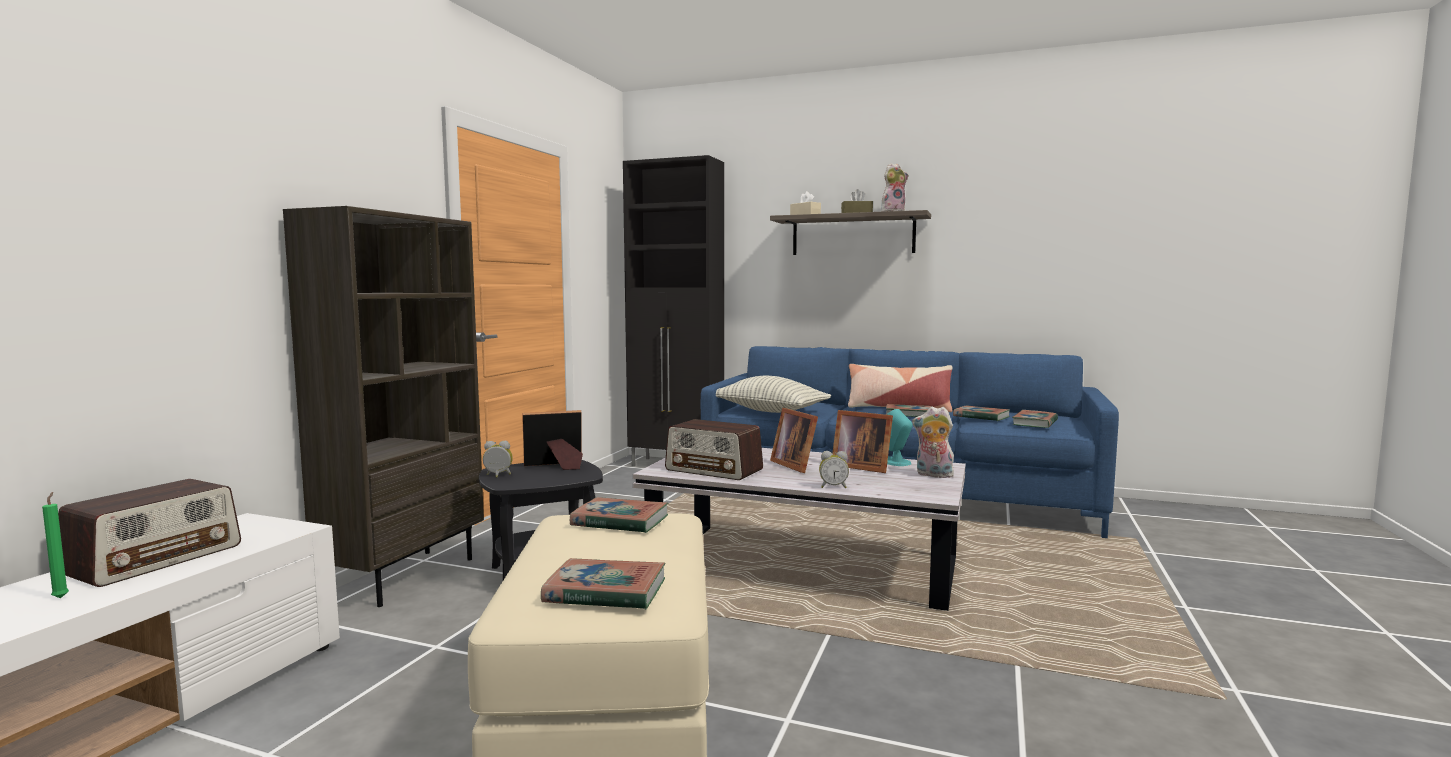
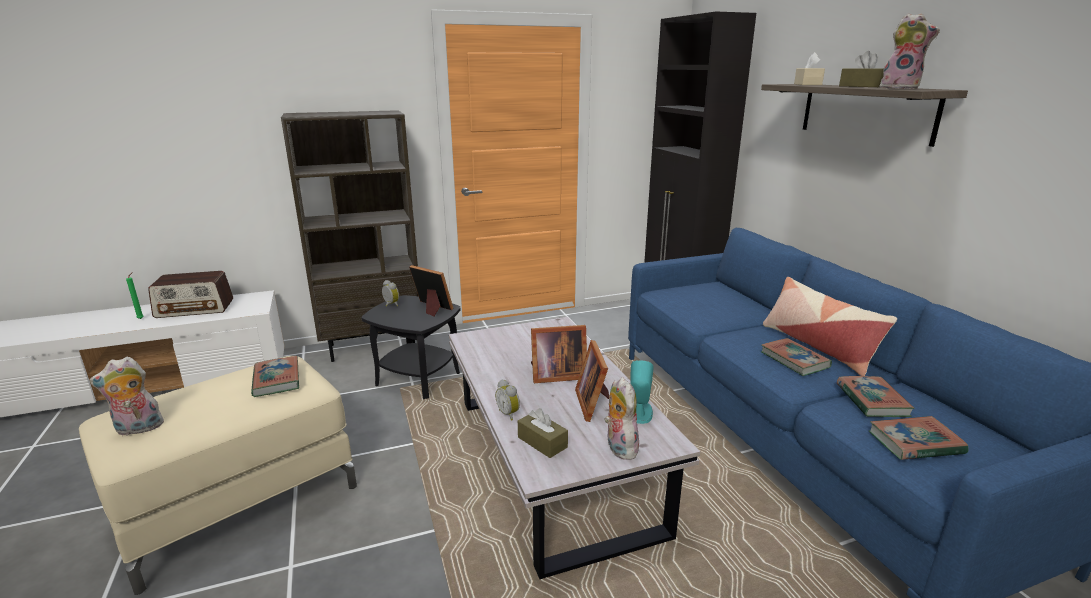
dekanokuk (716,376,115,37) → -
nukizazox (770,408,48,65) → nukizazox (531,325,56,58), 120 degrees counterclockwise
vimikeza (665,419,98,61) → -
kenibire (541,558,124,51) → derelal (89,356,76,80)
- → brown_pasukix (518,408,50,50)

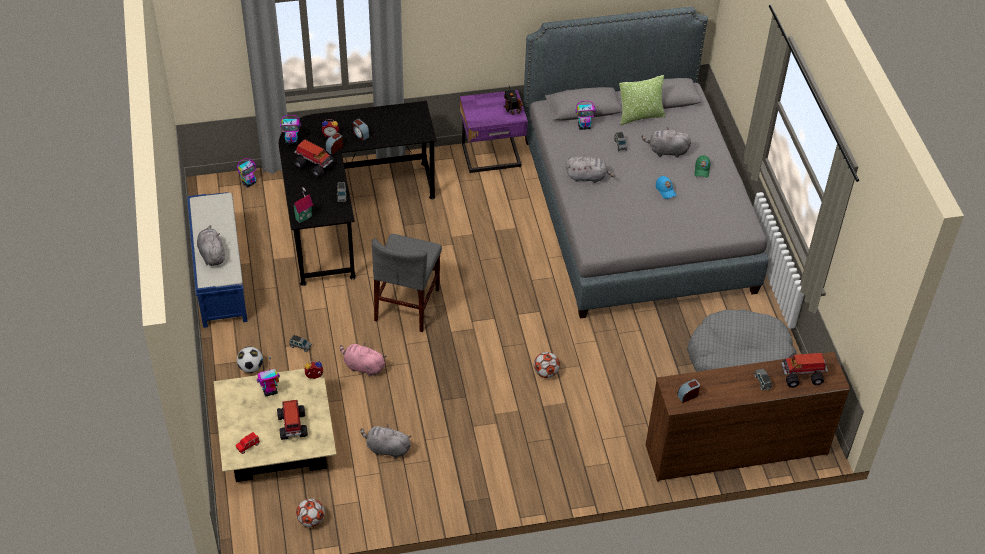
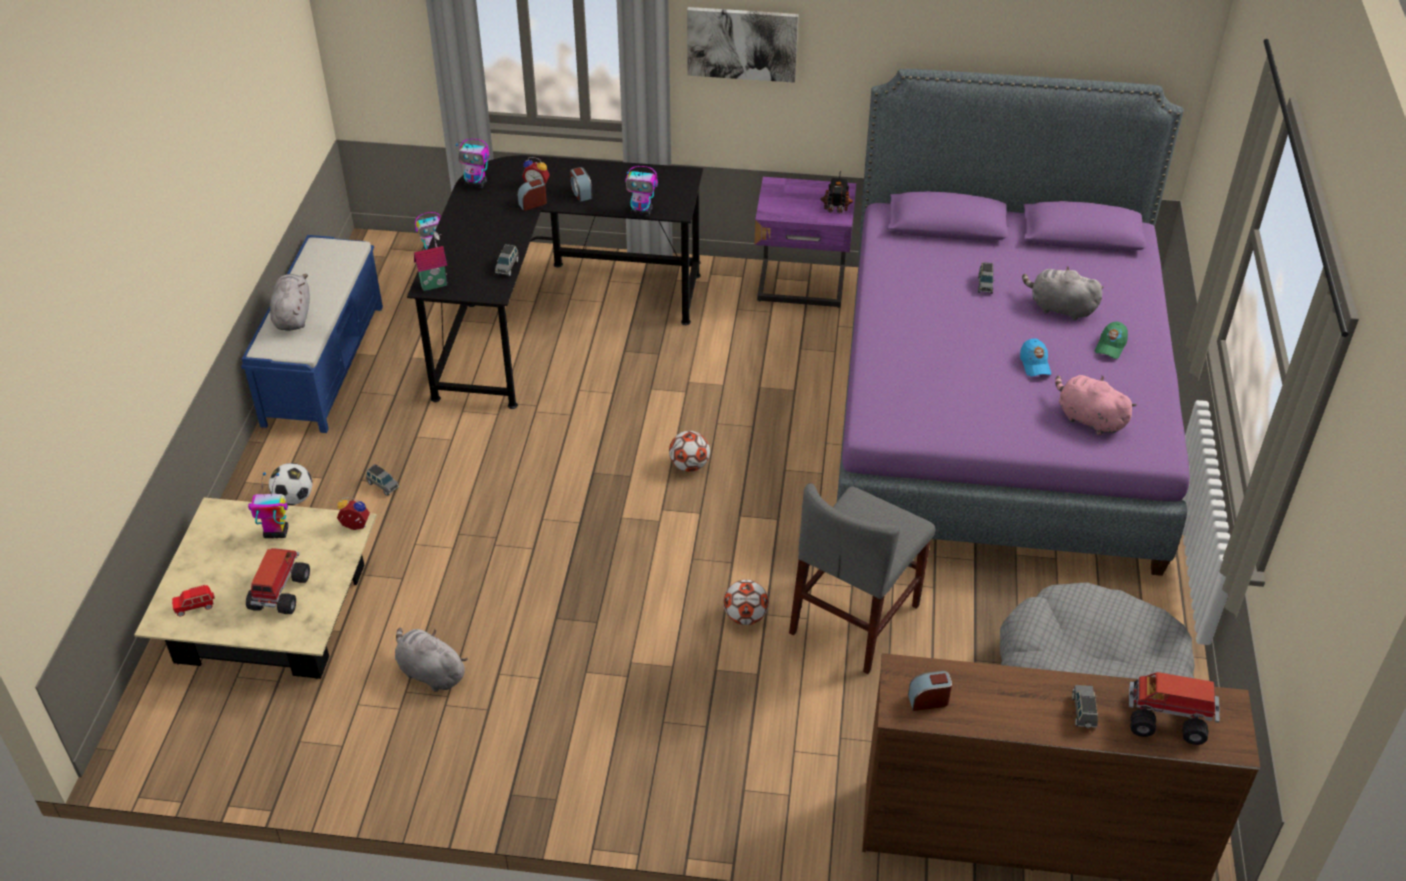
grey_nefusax (523,7,245,312) → purple_nefusax (837,69,353,507)
dekanokuk (619,75,46,50) → -
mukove (576,101,20,29) → mukove (625,166,33,50), relocated
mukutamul (294,139,41,38) → -
grey_derelal (566,156,49,27) → -
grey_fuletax (372,234,70,98) → grey_fuletax (789,483,146,191), relocated
pink_derelal (340,342,46,34) → pink_derelal (1055,375,82,60), relocated
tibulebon (296,498,29,29) → tibulebon (669,431,41,41), relocated
- → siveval (687,7,112,76)

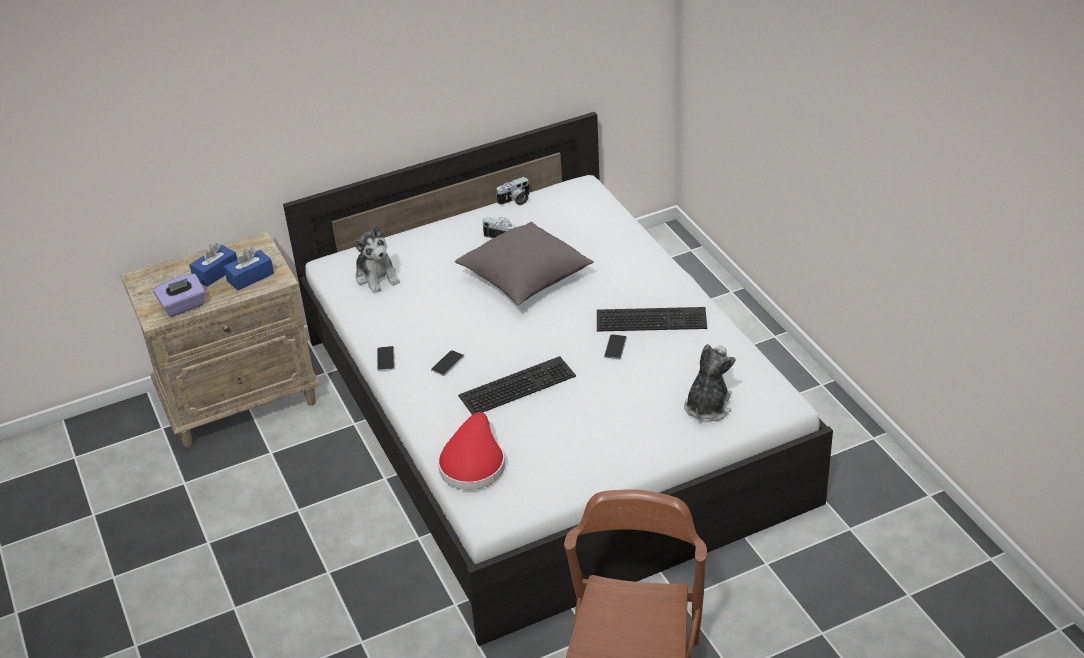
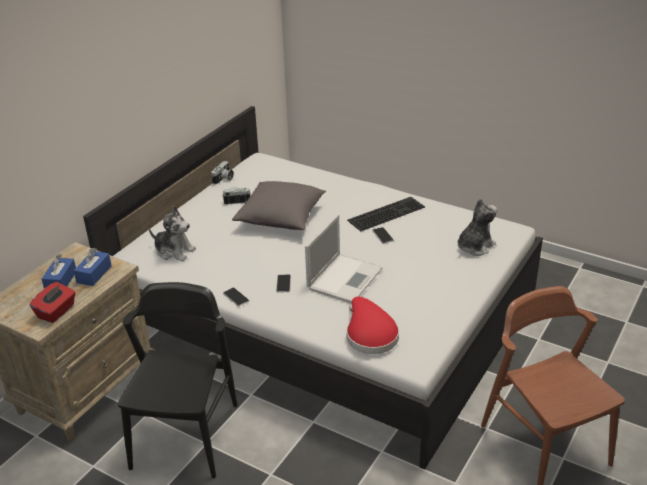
purple_pasukix (153,274,52,43) → red_pasukix (30,282,46,41)
derelal (684,344,51,77) → derelal (458,198,39,58), 60 degrees clockwise
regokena (458,356,118,59) → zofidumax (305,214,78,90)
- → black_fuletax (118,282,119,196)

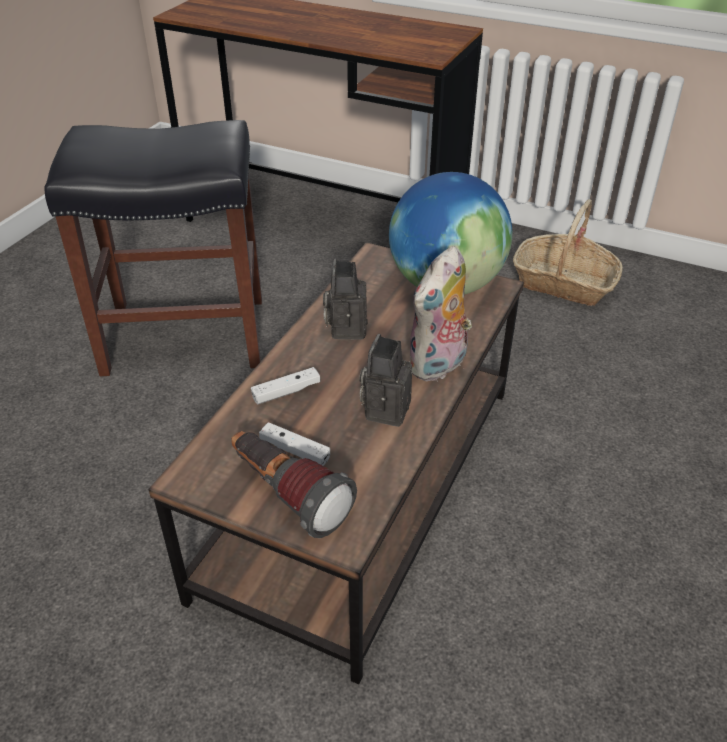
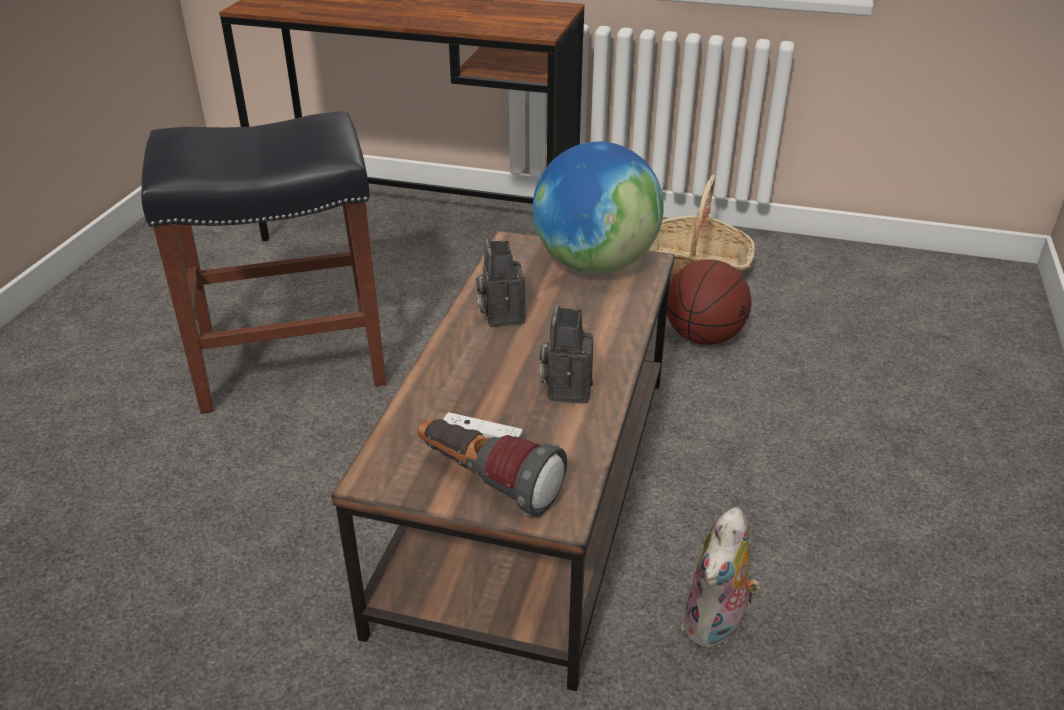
derelal (410,246,62,135) → derelal (681,507,79,143), relocated
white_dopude (251,367,69,37) → -
- → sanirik (667,259,85,86)

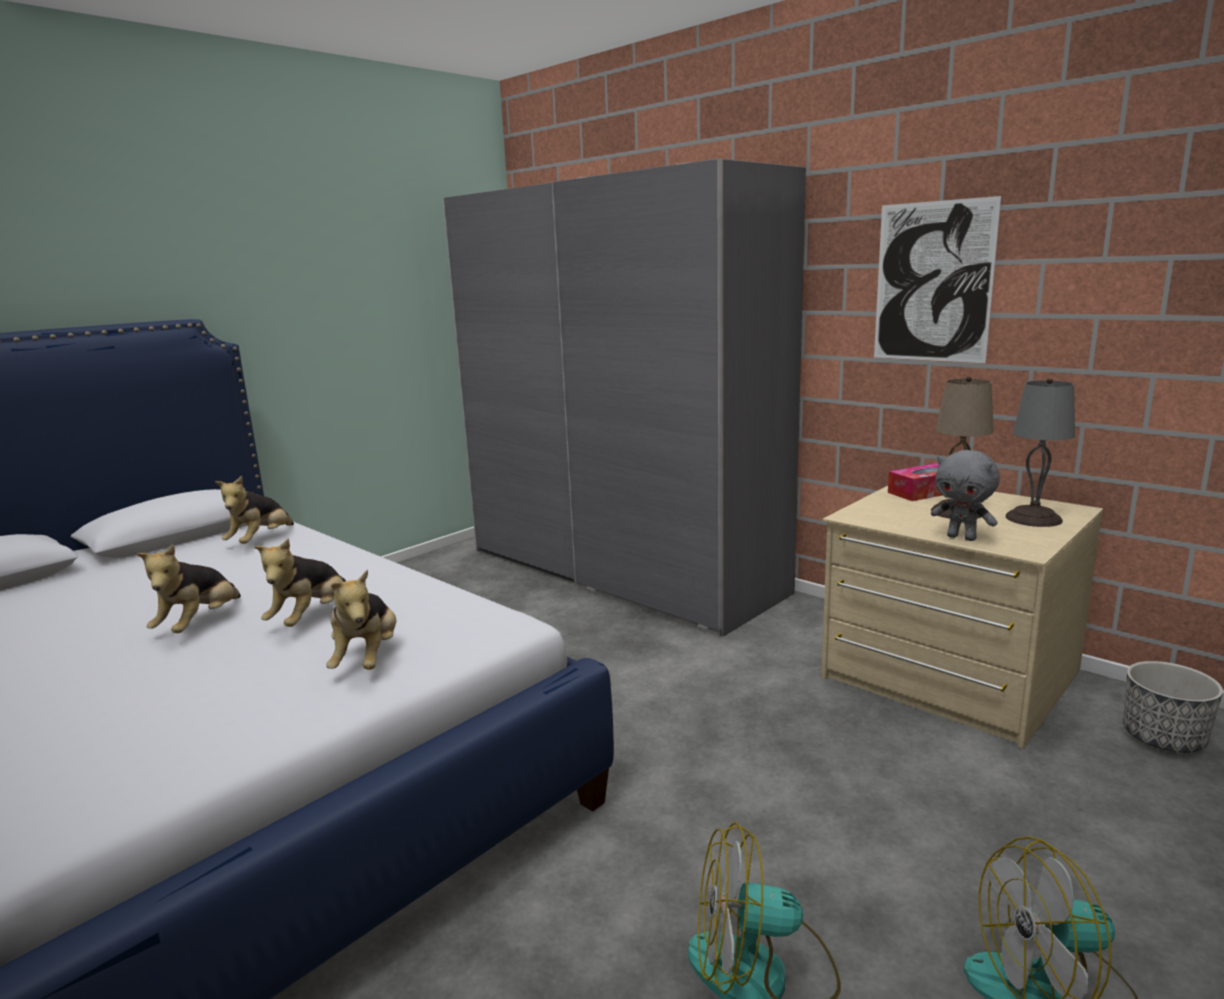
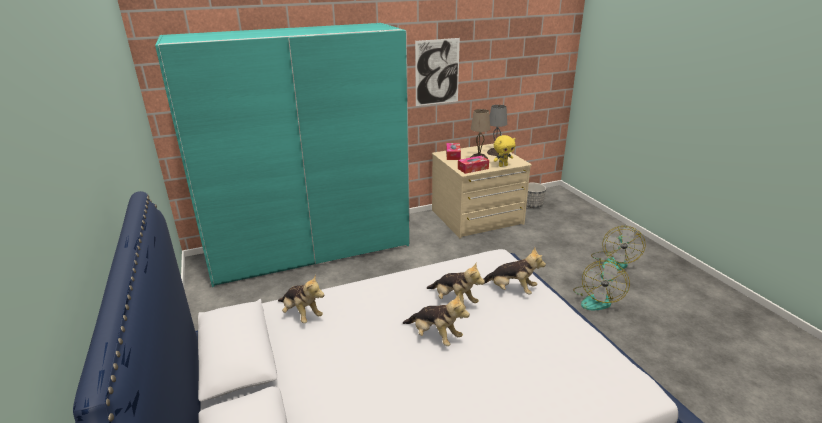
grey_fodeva (443,158,363,478) → turquoise_fodeva (155,23,255,264)
grey_derelal (931,450,69,91) → yellow_derelal (494,135,22,32)
- → pasukix (458,156,31,18)

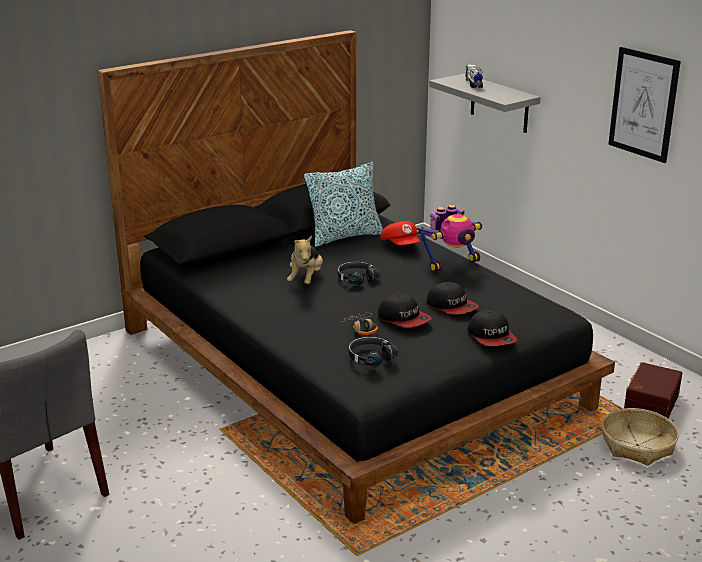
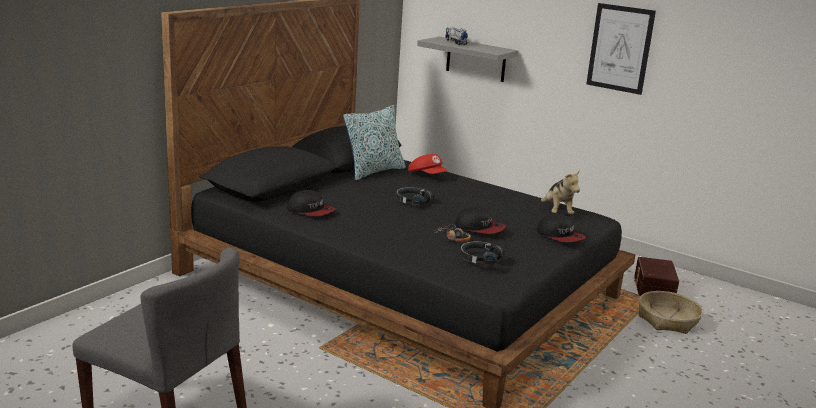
mukove (417,205,65,67) → -
derelal (287,236,36,48) → derelal (541,170,39,45), relocated
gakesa (426,282,53,33) → gakesa (287,190,49,26), relocated

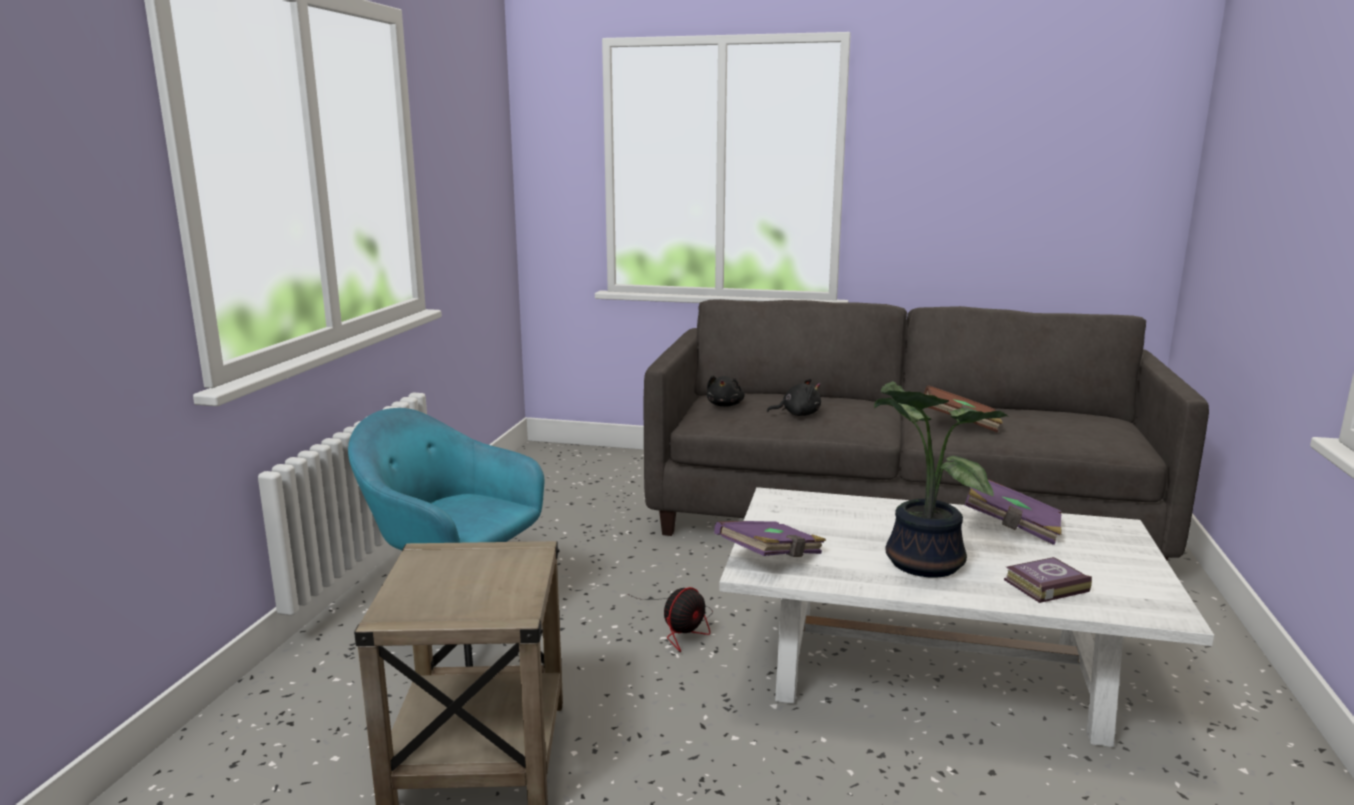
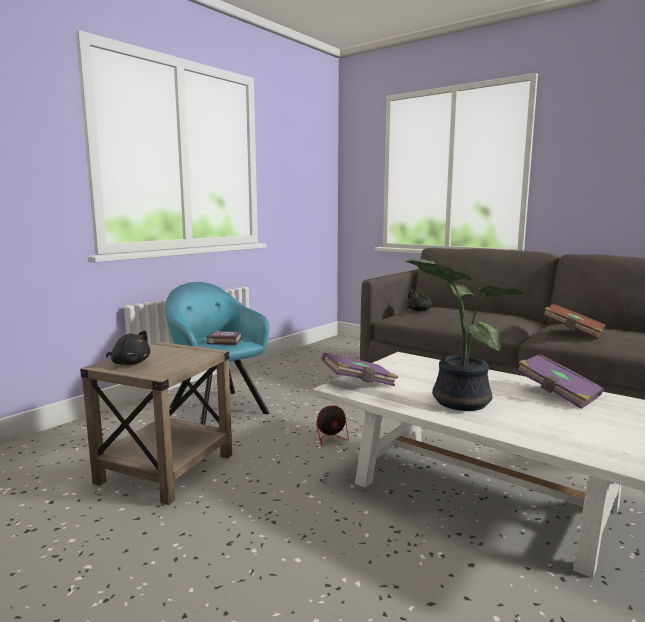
black_derelal (767,379,54,37) → black_derelal (106,331,44,34), relocated
kenibire (1004,557,88,46) → kenibire (206,331,36,14), relocated

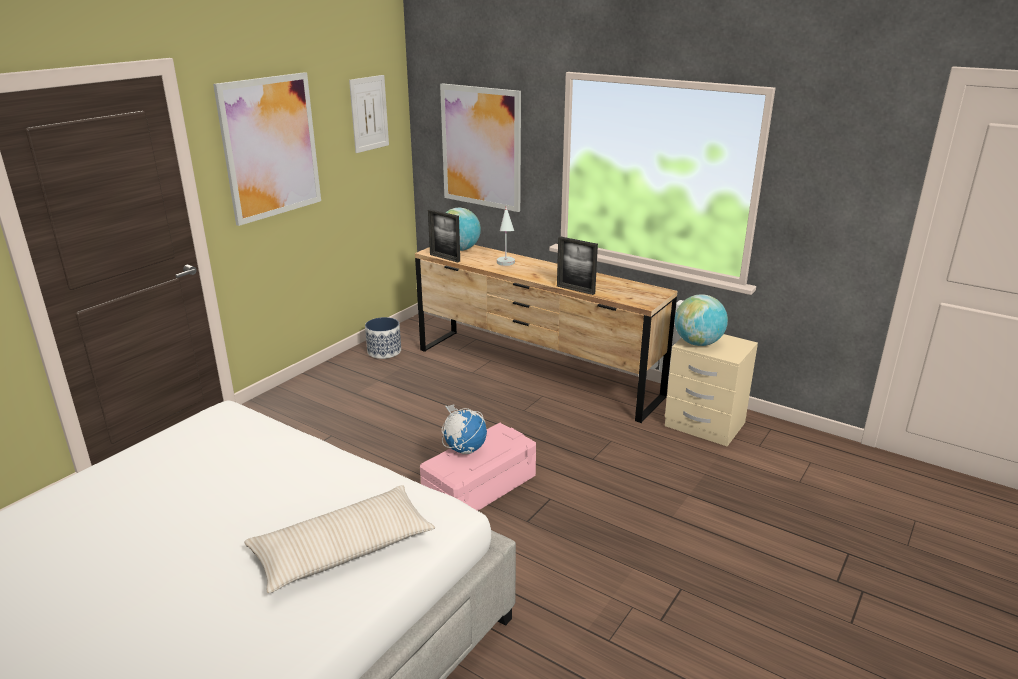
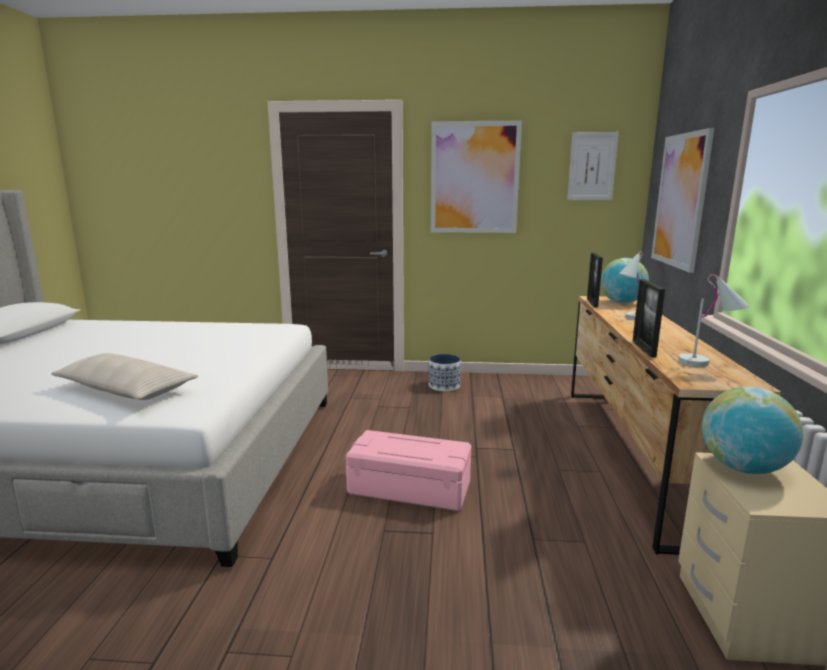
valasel (365,317,36,42) → valasel (428,354,33,37), relocated
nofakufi (442,404,45,50) → -
- → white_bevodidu (678,274,72,93)

